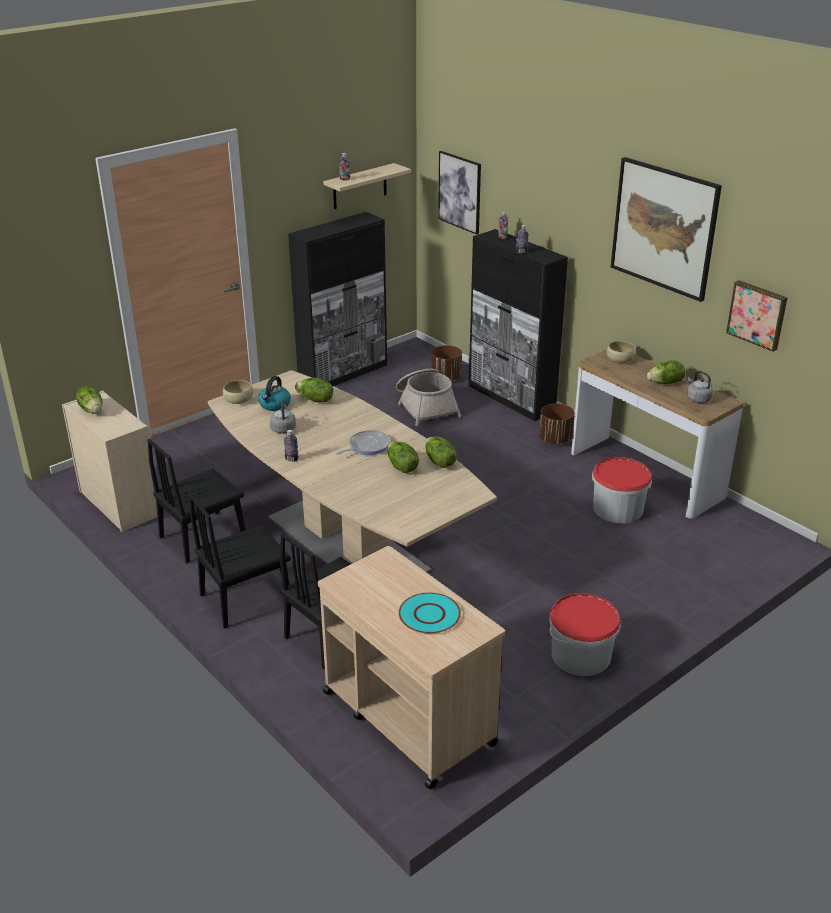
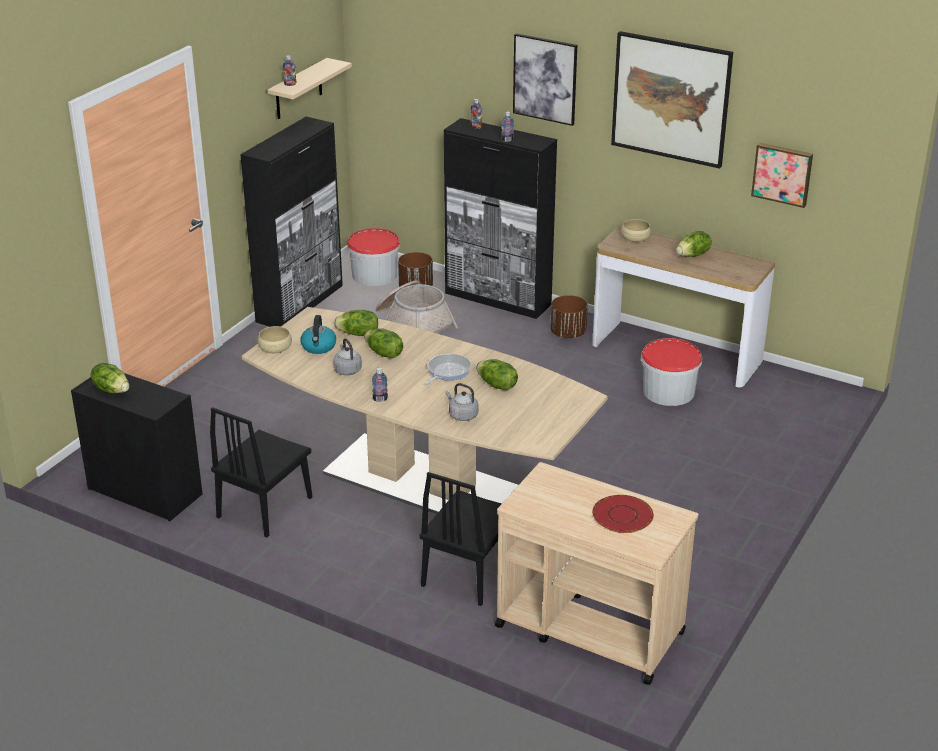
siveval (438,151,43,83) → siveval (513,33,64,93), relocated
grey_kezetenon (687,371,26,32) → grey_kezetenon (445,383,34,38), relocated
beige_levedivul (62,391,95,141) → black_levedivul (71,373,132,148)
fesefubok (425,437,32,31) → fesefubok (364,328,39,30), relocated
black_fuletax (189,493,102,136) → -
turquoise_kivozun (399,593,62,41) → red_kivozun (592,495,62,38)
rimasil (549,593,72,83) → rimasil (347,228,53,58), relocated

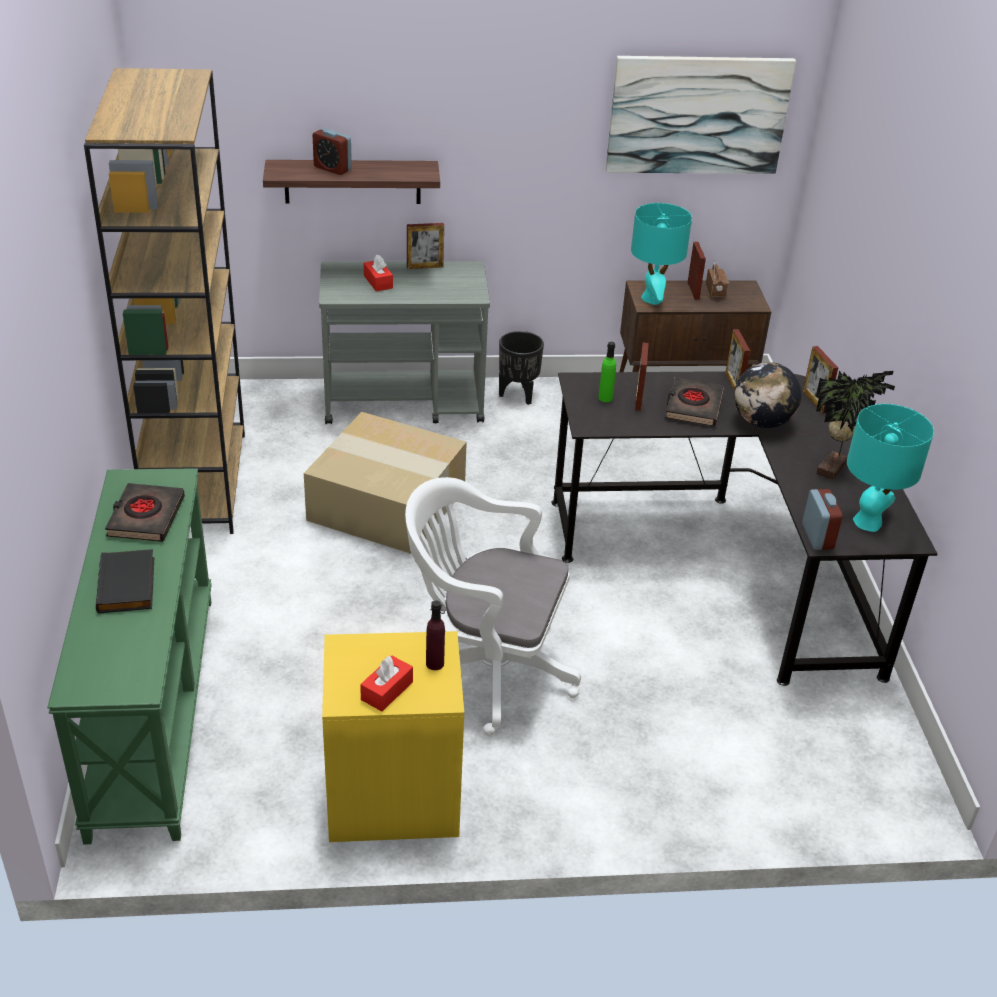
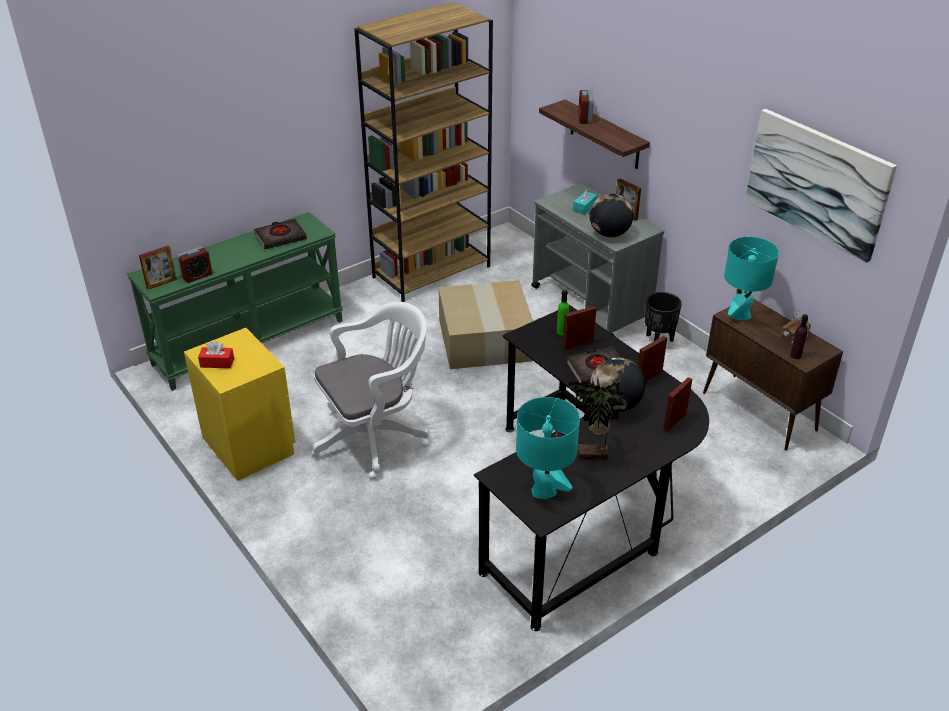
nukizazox (688,242,18,58) → nukizazox (139,246,38,44), relocated
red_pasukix (364,255,29,36) → turquoise_pasukix (573,188,24,27)
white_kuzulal (405,477,176,259) → white_kuzulal (312,302,117,178), 75 degrees clockwise
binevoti (802,489,41,61) → binevoti (177,246,35,37), relocated
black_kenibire (96,549,58,65) → -
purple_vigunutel (426,601,19,69) → purple_vigunutel (790,314,18,45), relocated
- → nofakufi (590,193,44,44)

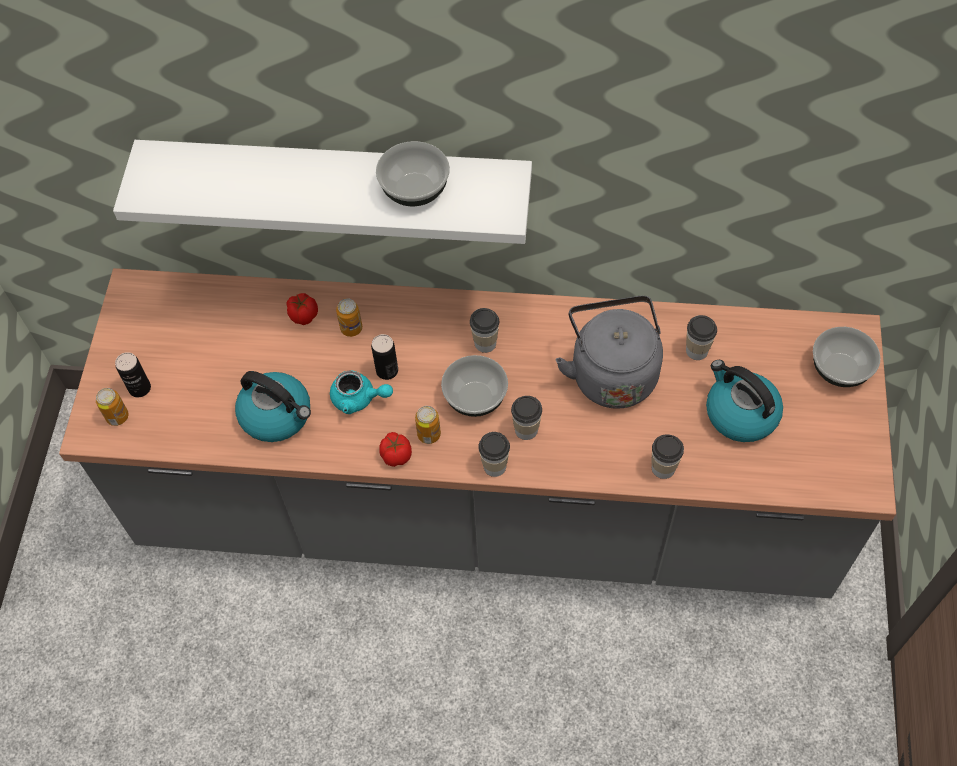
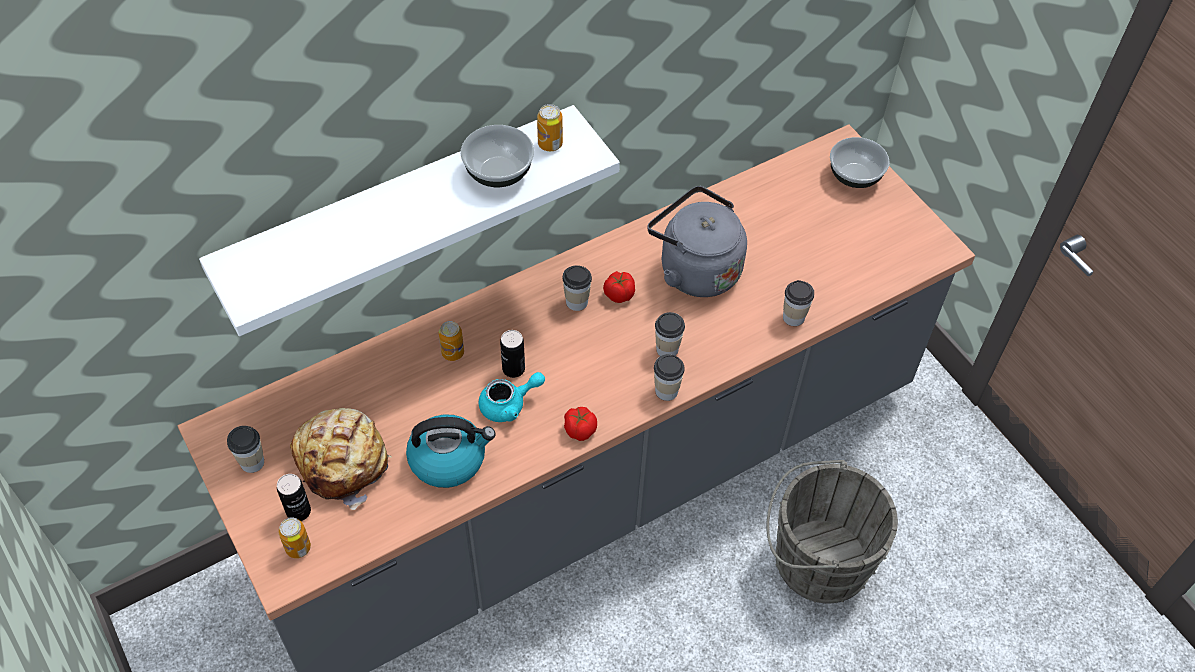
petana (287,293,31,32) → petana (603,271,32,32), relocated
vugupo (686,315,31,45) → vugupo (227,426,37,47), relocated
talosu (441,355,67,62) → -
kezetenon (706,360,77,82) → -
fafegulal (415,406,26,38) → fafegulal (537,104,26,47), relocated
- → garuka (290,408,102,102)
- → grey_rimasil (766,460,132,143)

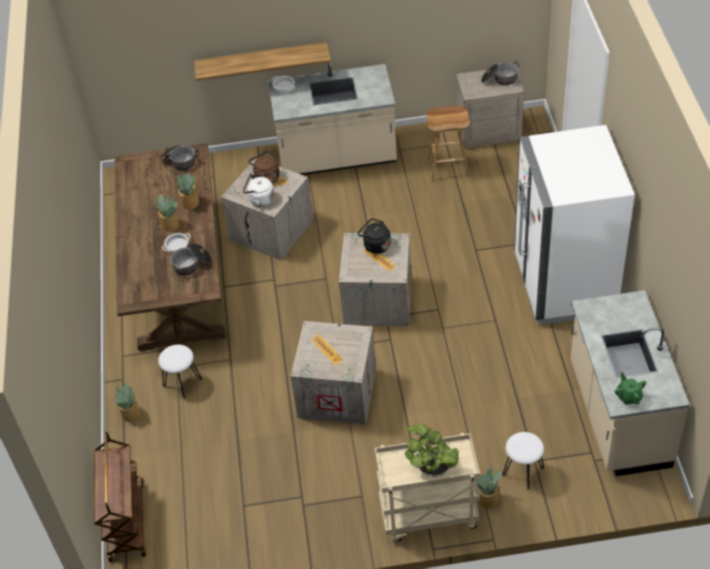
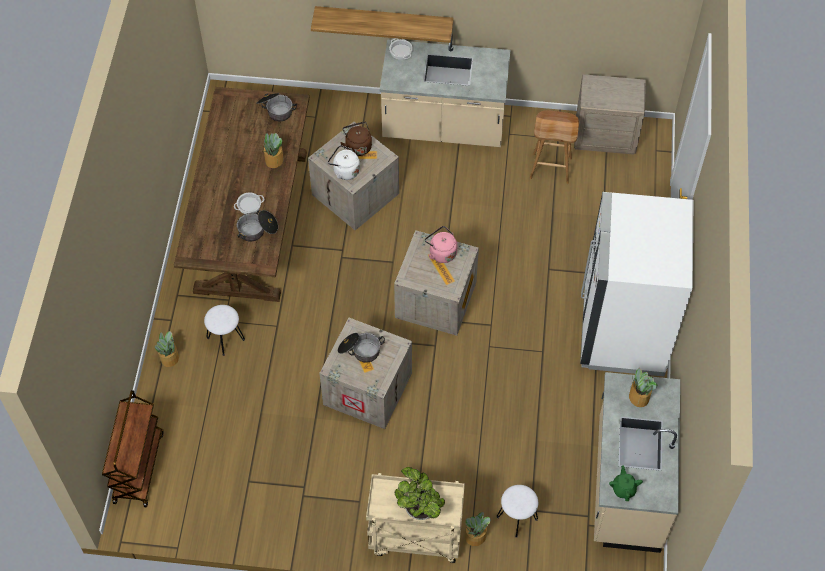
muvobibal (481,61,39,24) → muvobibal (338,333,47,30), relocated
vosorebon (154,194,25,38) → vosorebon (629,368,29,39), relocated
black_kezetenon (357,218,34,36) → pink_kezetenon (425,226,32,37)

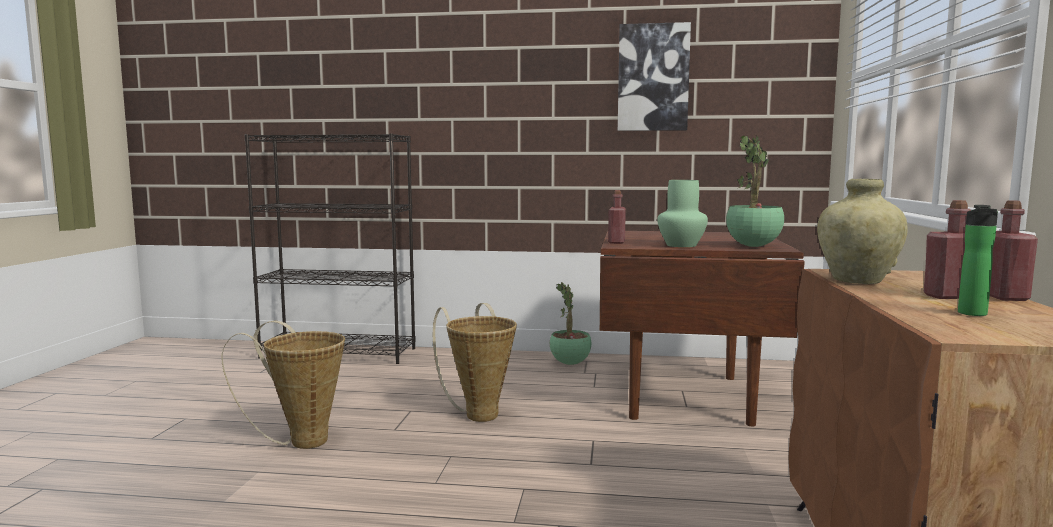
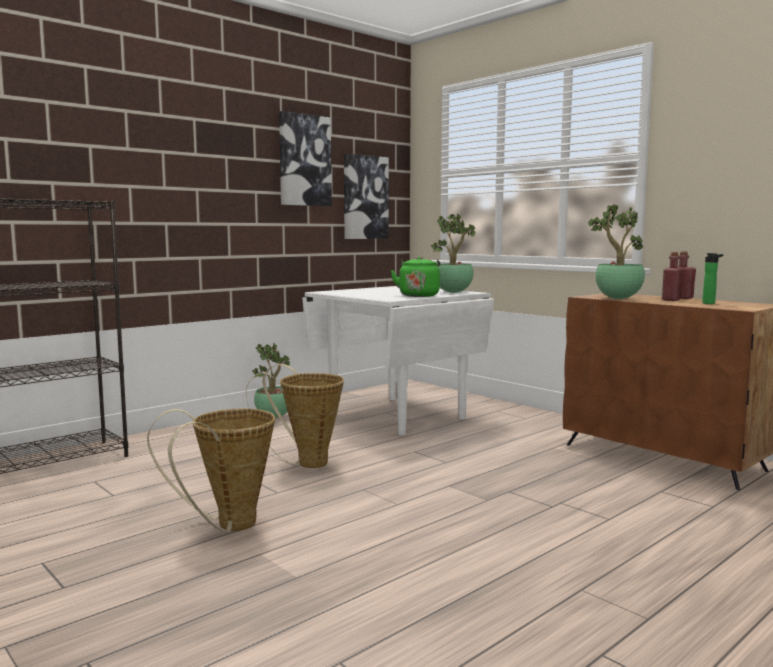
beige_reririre (817,179,91,105) → vosorebon (588,204,57,95)
green_reririre (657,180,51,67) → green_kezetenon (390,256,50,41)
red_vigunutel (608,190,18,54) → -
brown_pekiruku (600,231,205,195) → white_pekiruku (302,286,192,149)
- → siveval (344,153,45,86)

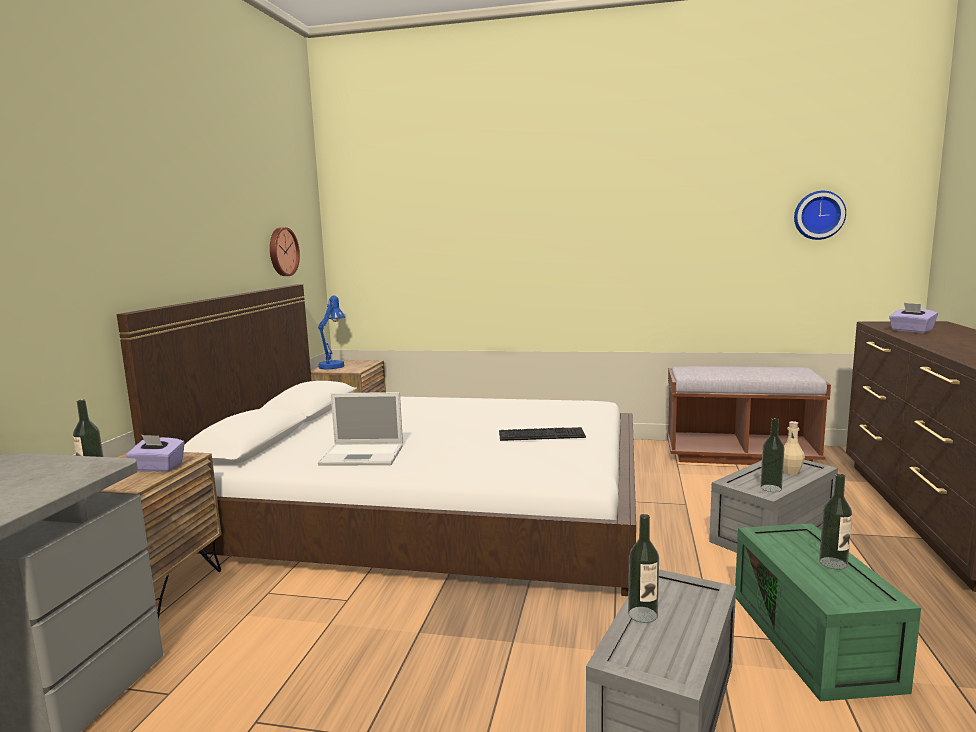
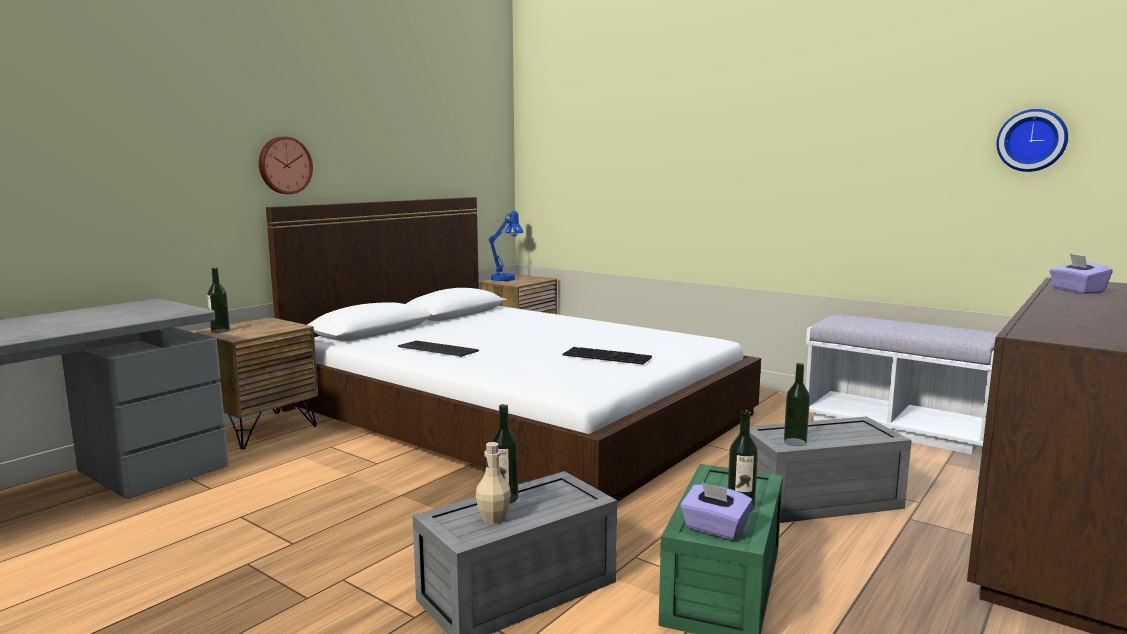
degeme (270,227,30,49) → degeme (259,137,54,57), relocated
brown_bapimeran (667,366,164,99) → white_bapimeran (806,315,193,139)
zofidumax (318,392,85,74) → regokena (398,341,81,16)
beige_vigunutel (783,421,22,54) → beige_vigunutel (476,442,35,82), relocated
purple_pasukix (126,435,59,37) → purple_pasukix (680,482,73,58), relocated

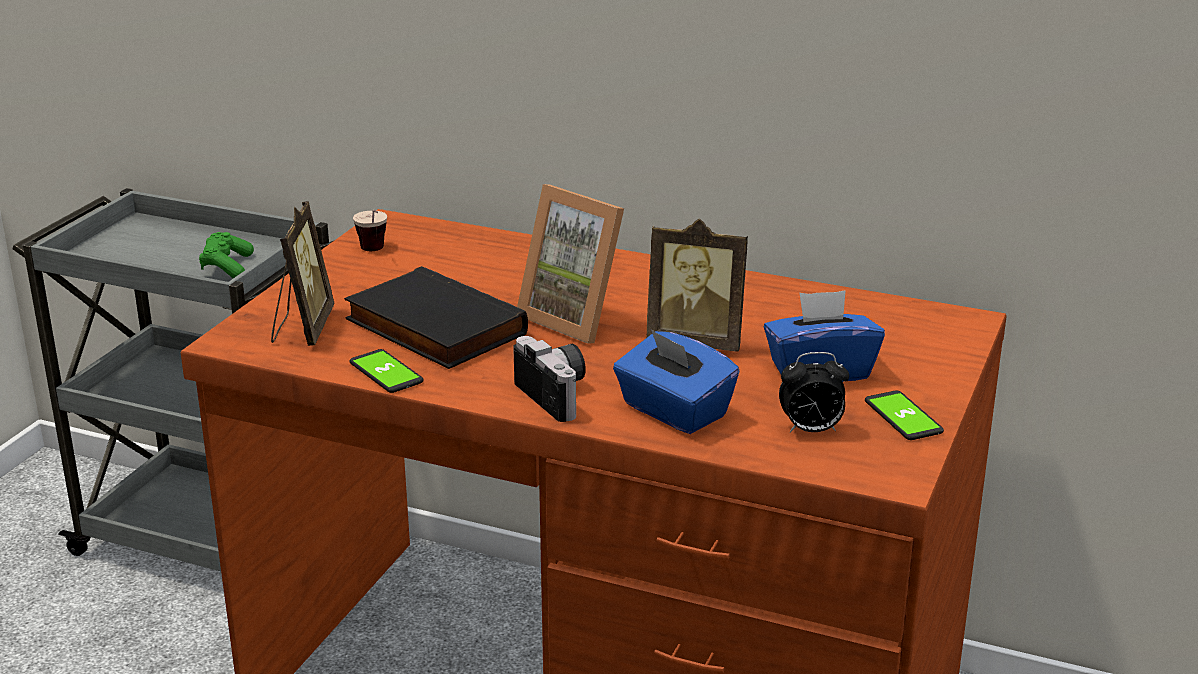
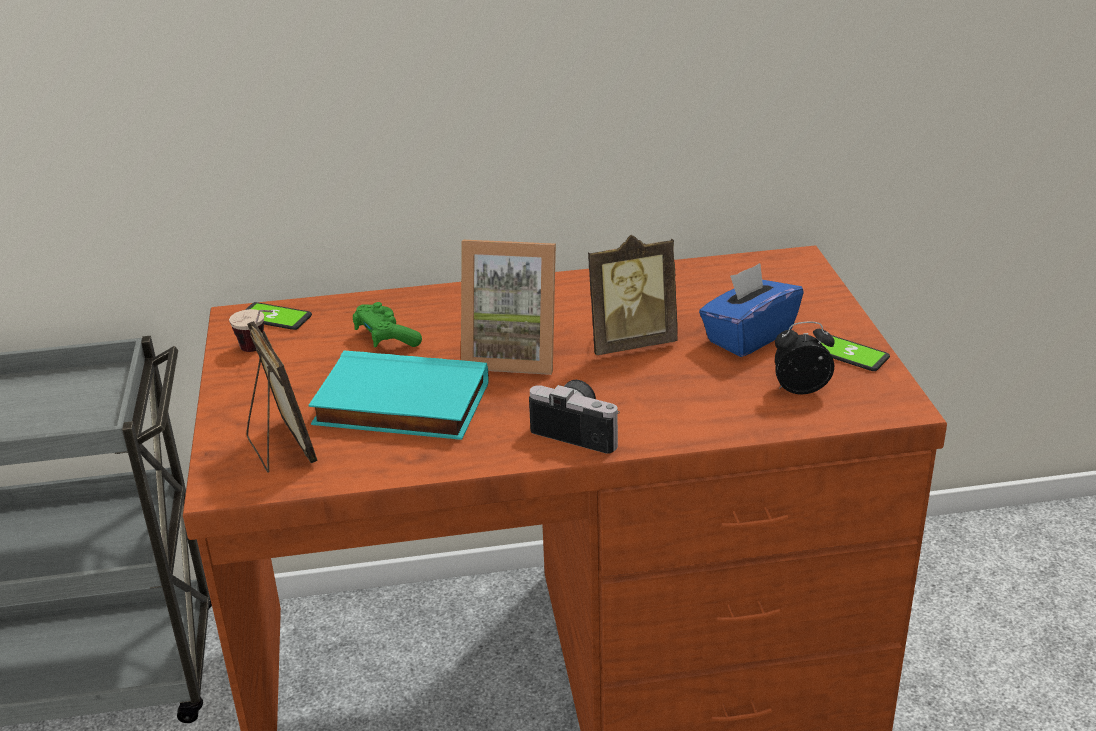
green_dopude (199,232,55,46) → green_dopude (353,302,69,45), relocated
black_kenibire (344,266,184,103) → turquoise_kenibire (308,351,181,89)
blue_pasukix (613,329,126,105) → -
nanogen (350,349,74,44) → nanogen (245,302,67,28), relocated
binevoti (779,352,70,81) → binevoti (775,321,60,74), 150 degrees counterclockwise

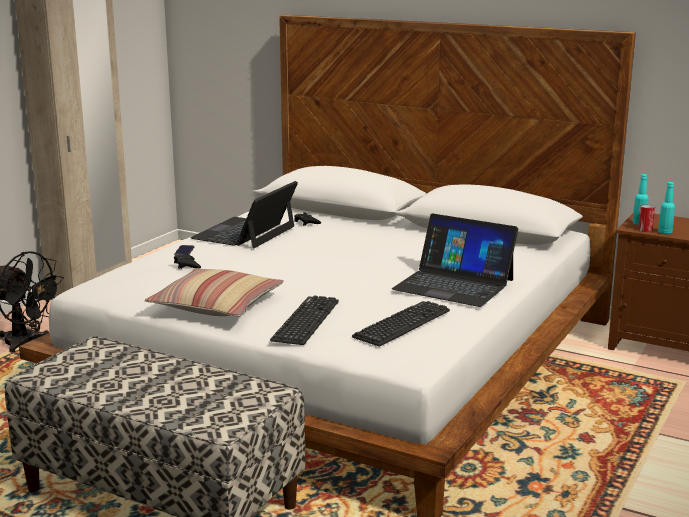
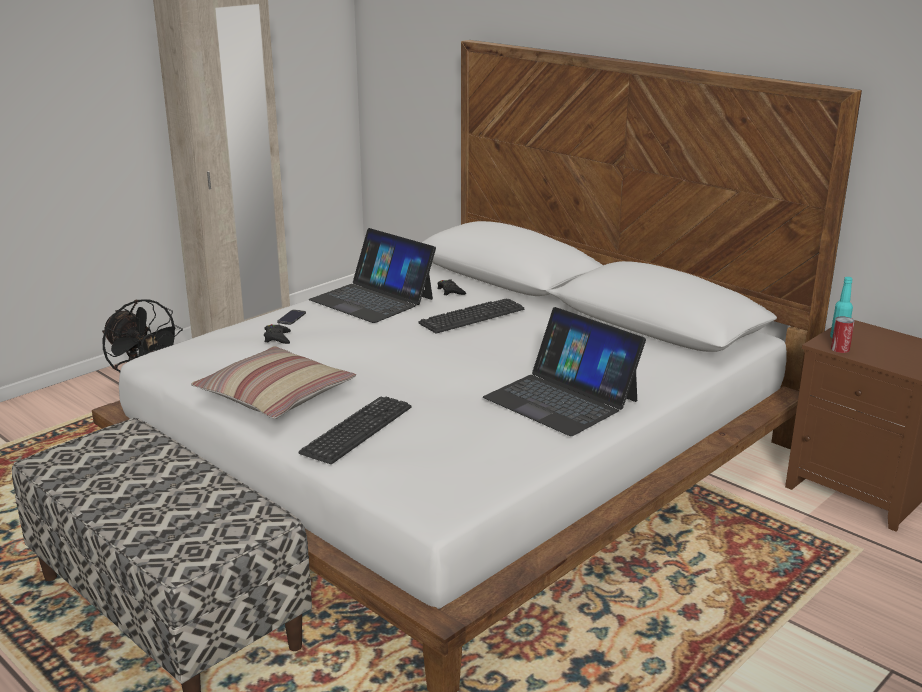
zofidumax (190,181,108,67) → zofidumax (309,228,127,95), 90 degrees counterclockwise
turquoise_vigunutel (658,182,17,53) → -
regokena (352,301,98,45) → regokena (418,299,106,34), relocated

